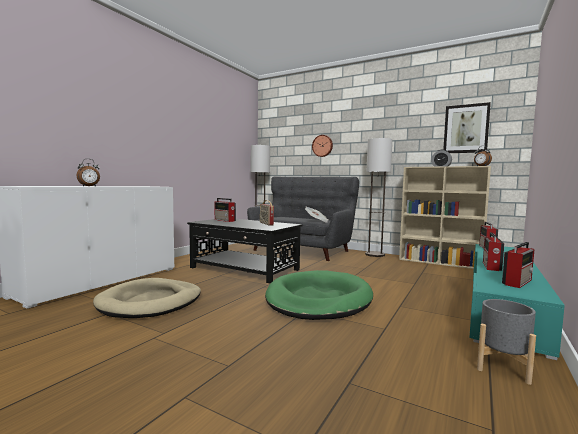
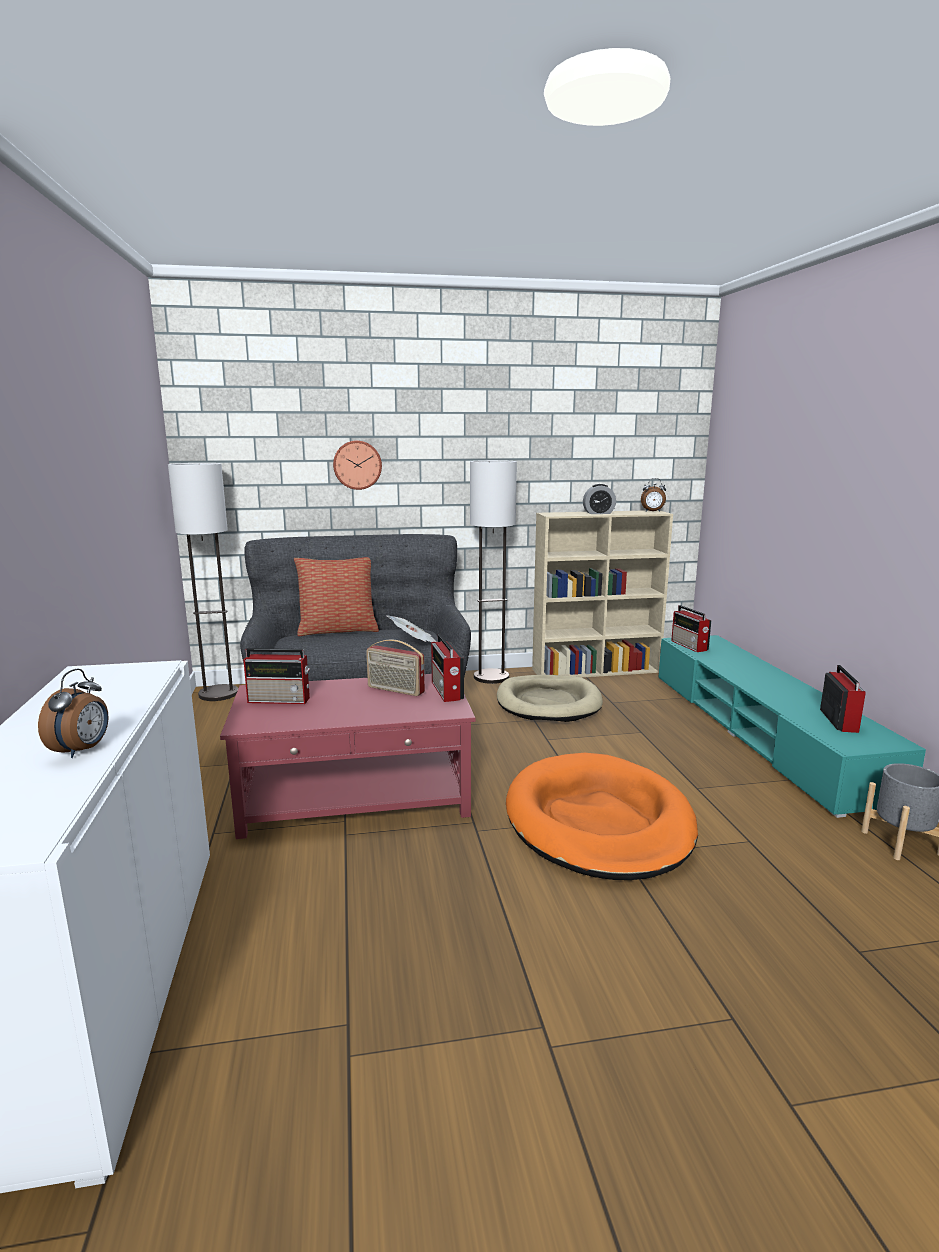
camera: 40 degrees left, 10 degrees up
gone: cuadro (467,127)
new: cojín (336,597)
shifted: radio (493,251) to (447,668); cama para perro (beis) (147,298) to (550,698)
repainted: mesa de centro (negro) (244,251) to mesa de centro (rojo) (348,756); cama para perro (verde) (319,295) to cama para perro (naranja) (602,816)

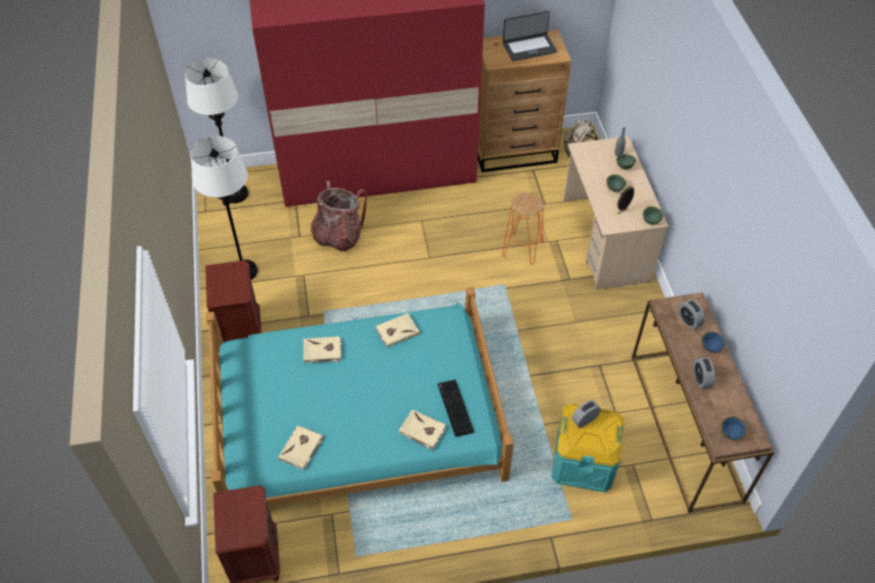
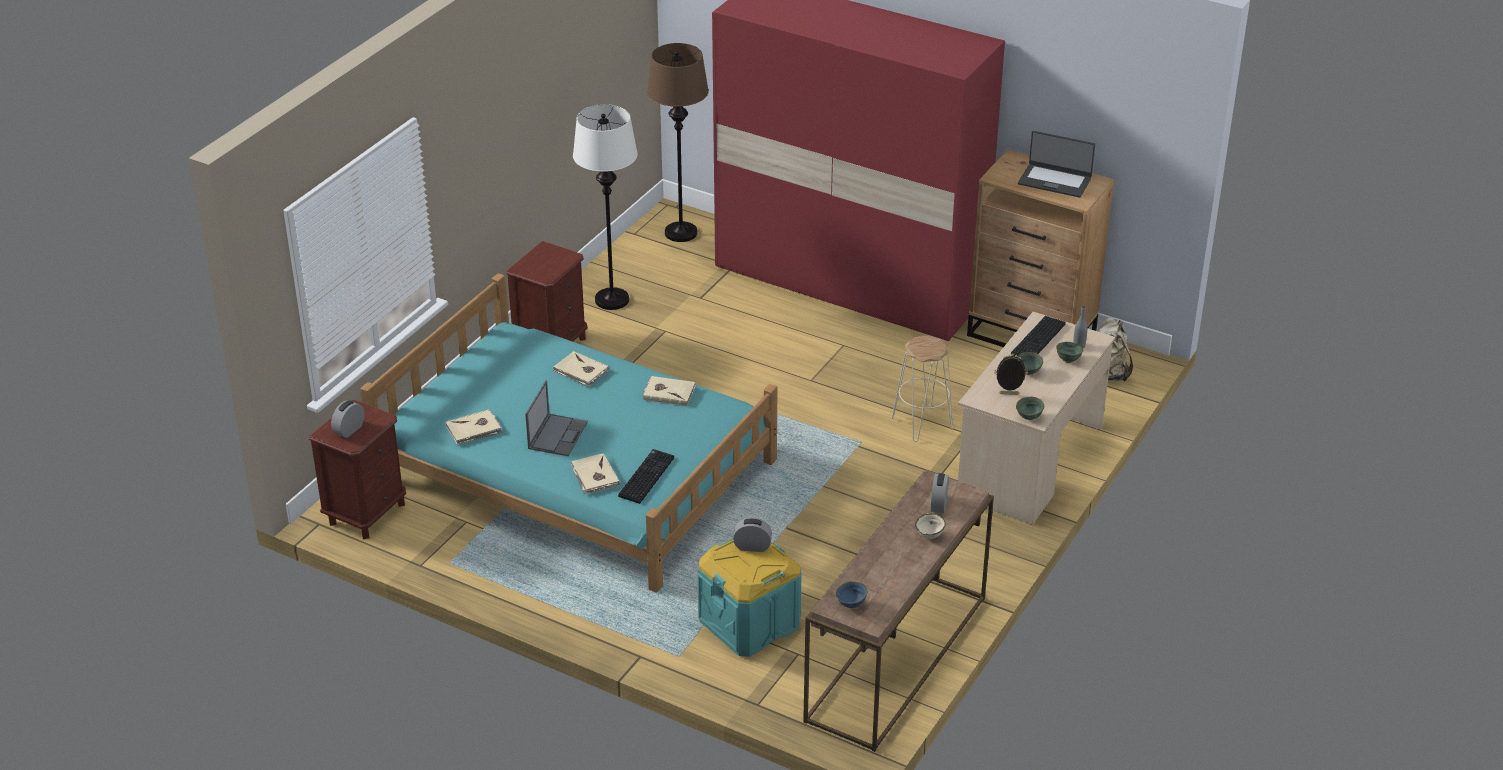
camera: 40 degrees right, 15 degrees down
gone: mochila (338,216)
new: portátil (556,418); teclado (1038,336)
shifted: despertador (704,372) to (347,419)
repainted: lámpara de pie (blanco) (216,130) to lámpara de pie (marrón) (678,142); taburete (naranja) (522,228) to taburete (beis) (922,388); cuenco (azul) (713,342) to cuenco (beis) (930,526)

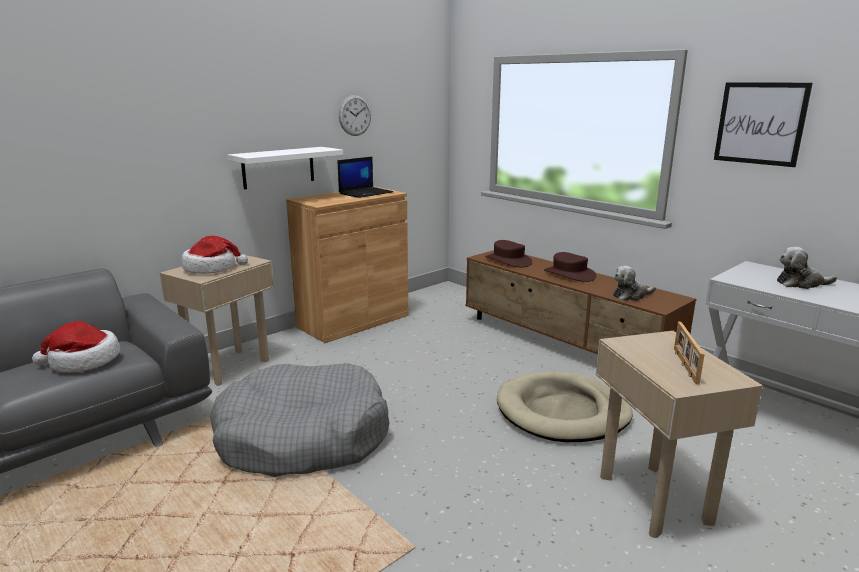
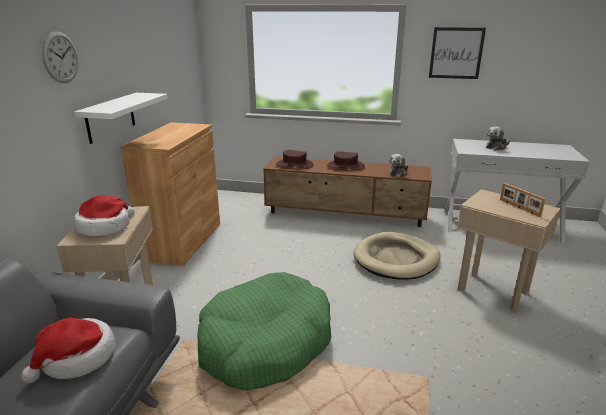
camera: 35 degrees left, 5 degrees up
gone: portátil (365,177)
shifted: reloj de pared (355,115) to (60,57)
repainted: cama para perro (gris) (299,420) to cama para perro (verde) (264,331)

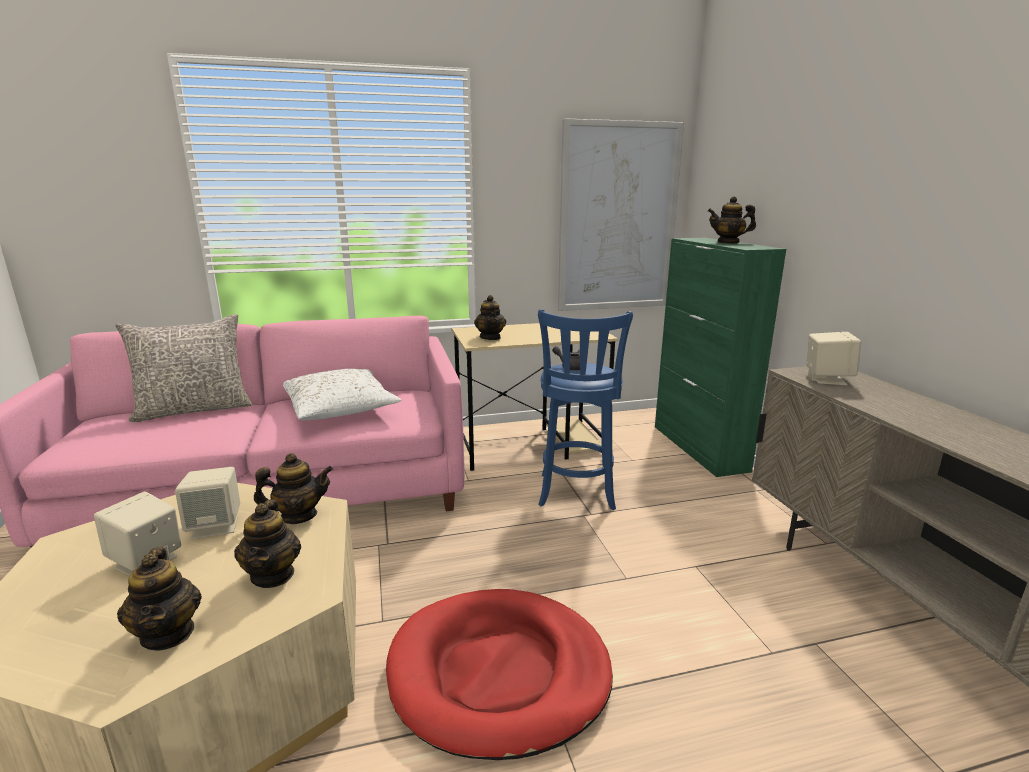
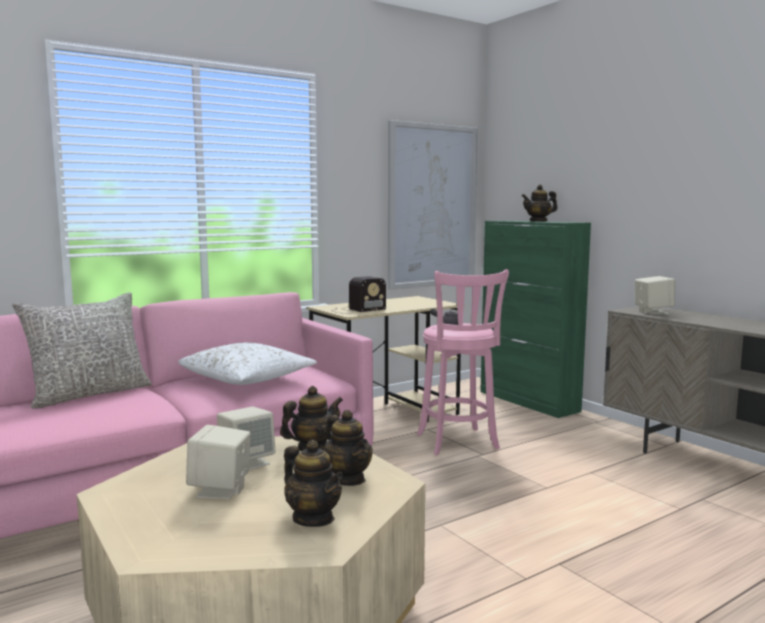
camera: 20 degrees left, 10 degrees down
gone: cama para perro (rojo) (499,674)
swapped: tetera (490,317) to radio (358,295)
repainted: taburete (azul) (585,409) to taburete (rosa) (463,362)

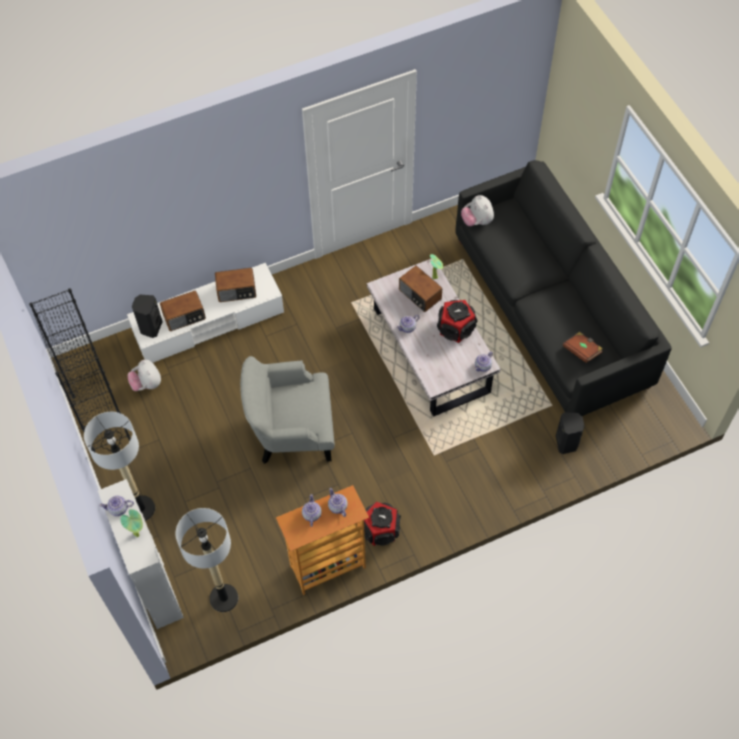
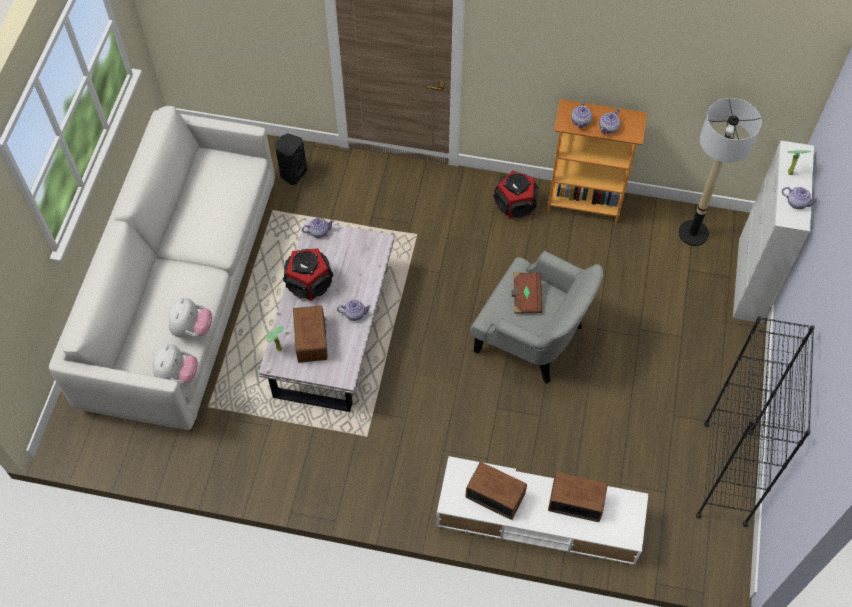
camera: 145 degrees left, 0 degrees up
gone: lámpara de pie (119,466); altavoz (negro) (147,316)
shifted: peluche (144,375) to (190,318); libro (marrón) (583,347) to (527,293)
repainted: sofá (negro) (564,288) to sofá (blanco) (162,268)

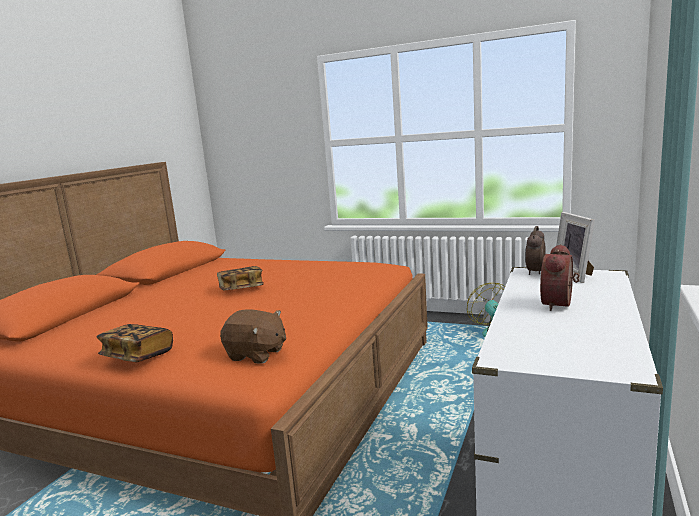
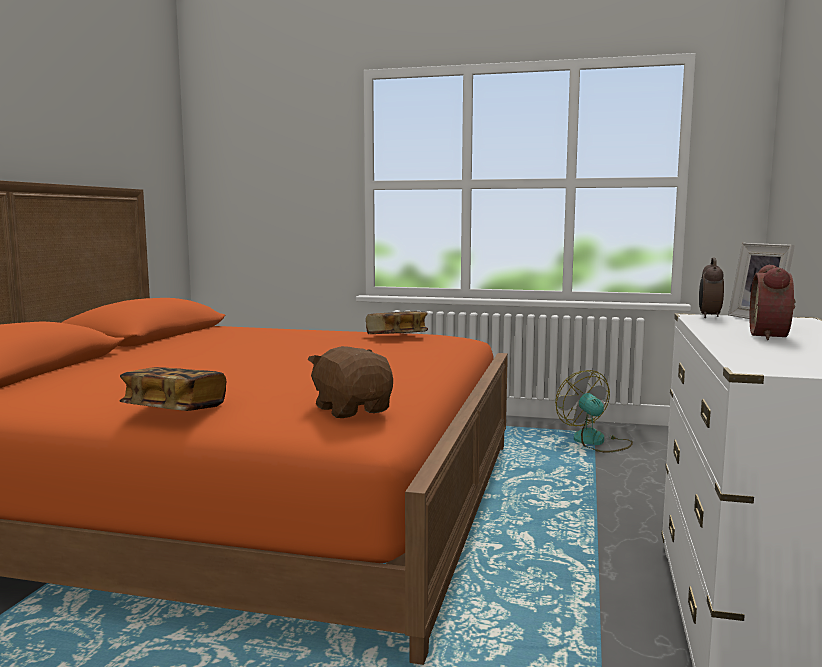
camera: 10 degrees left, 5 degrees down
shifted: libro (240,278) to (397,322)
rotated: peluche (marrón) (253,336) = (350,382) 135 degrees counterclockwise

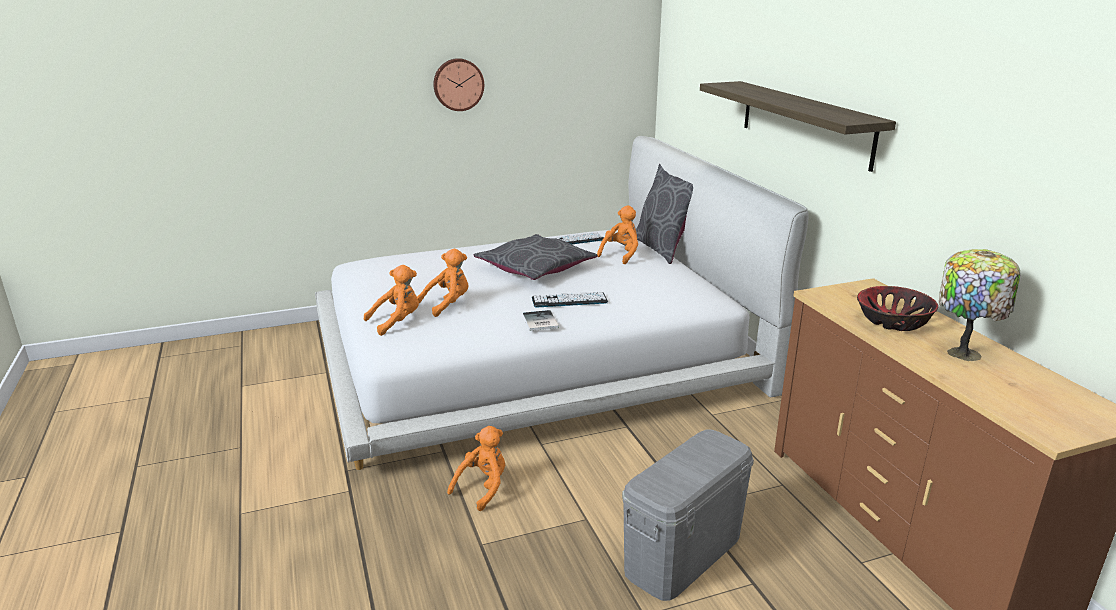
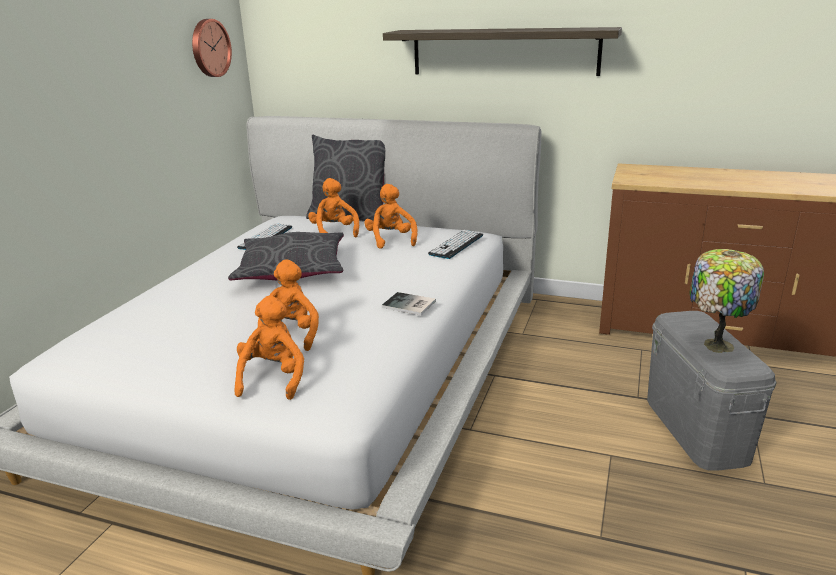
camera: 50 degrees left, 0 degrees up
gone: cuenco (897,308)
shifted: reloj de pared (458,84) to (212,48); peluche (naranja) (476,468) to (390,216); teclado (570,300) to (455,244); lámpara de mesa (979,305) to (726,301)

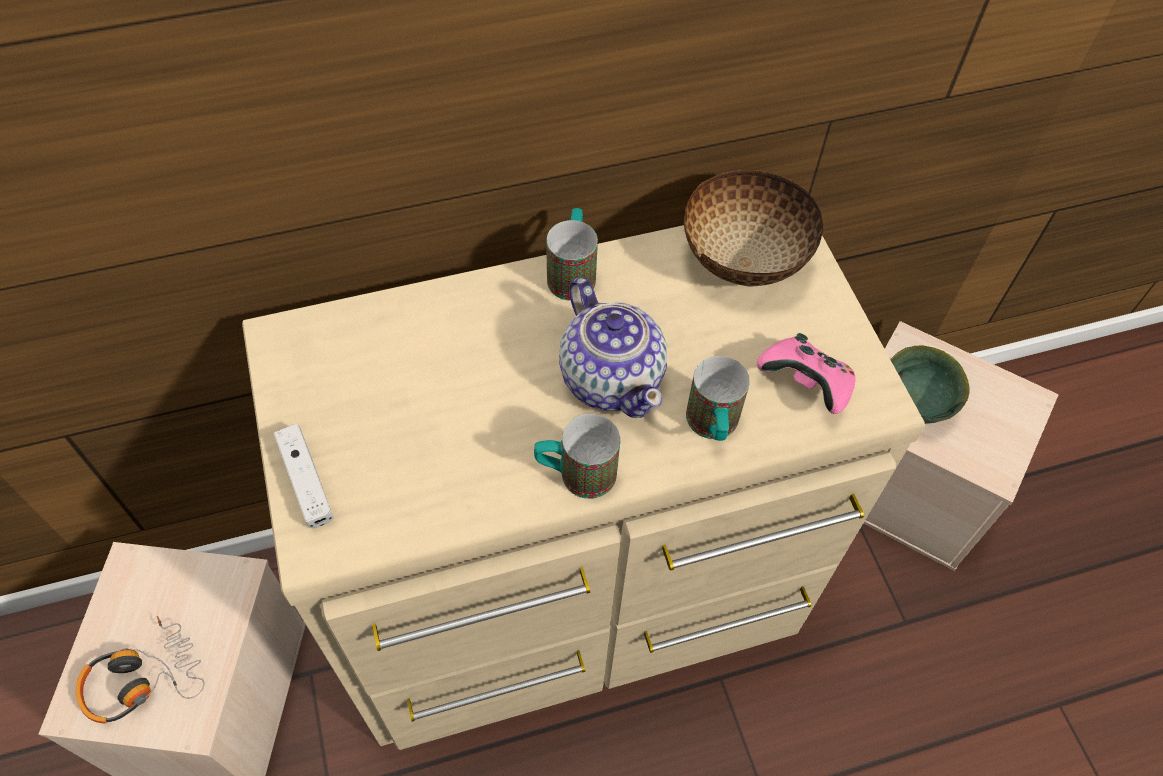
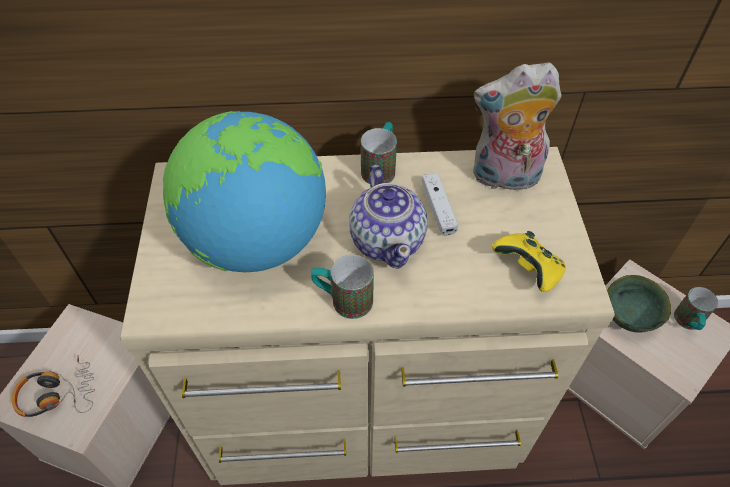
camera: 15 degrees right, 5 degrees down
new: globo terráqueo (244,191)
shifted: mando de consola (blanco) (304,476) to (440,204); taza grande (718,398) to (696,308)
swapped: cuenco (753,228) to peluche (517,126)
repainted: mando de consola (rosa) (806,373) to mando de consola (amarillo) (529,261)

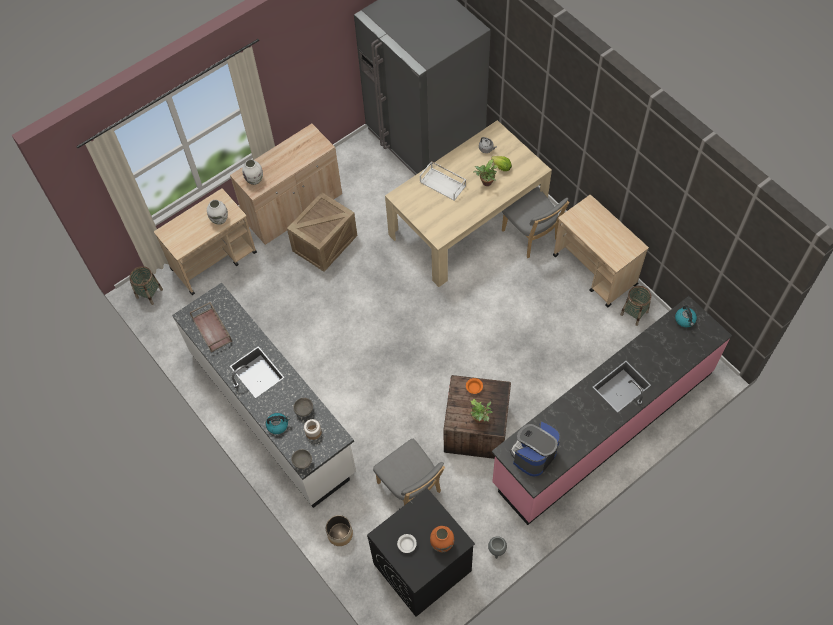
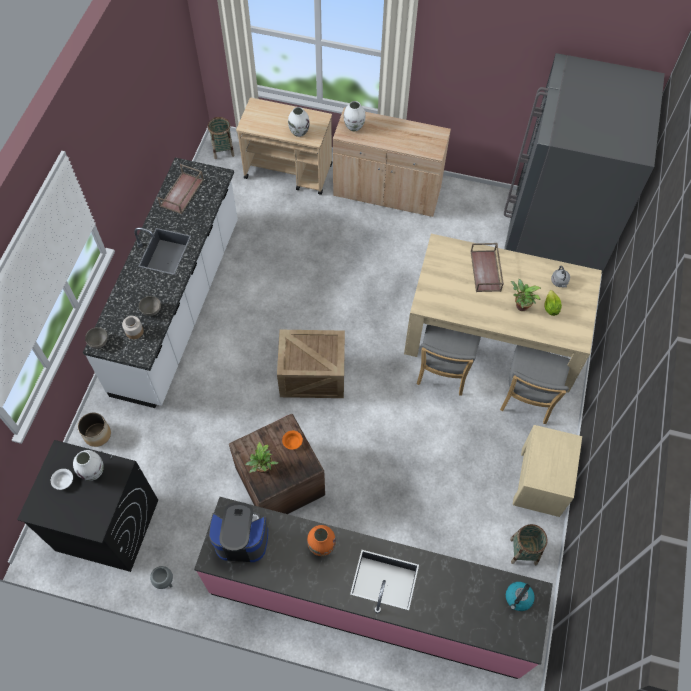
camera: 50 degrees right, 0 degrees up
gone: hervidor (278,423)
new: florero (blanco) (88,465)
shifted: caja de embalaje (322,232) to (311,364); florero (naranja) (442,539) to (321,540); silla (gris) (409,472) to (449,360)
swapped: carrito (beis) (601,251) to mesita de noche (beis) (547,471)
repainted: bandeja (blanco) (443,181) to bandeja (marrón) (487,267)

